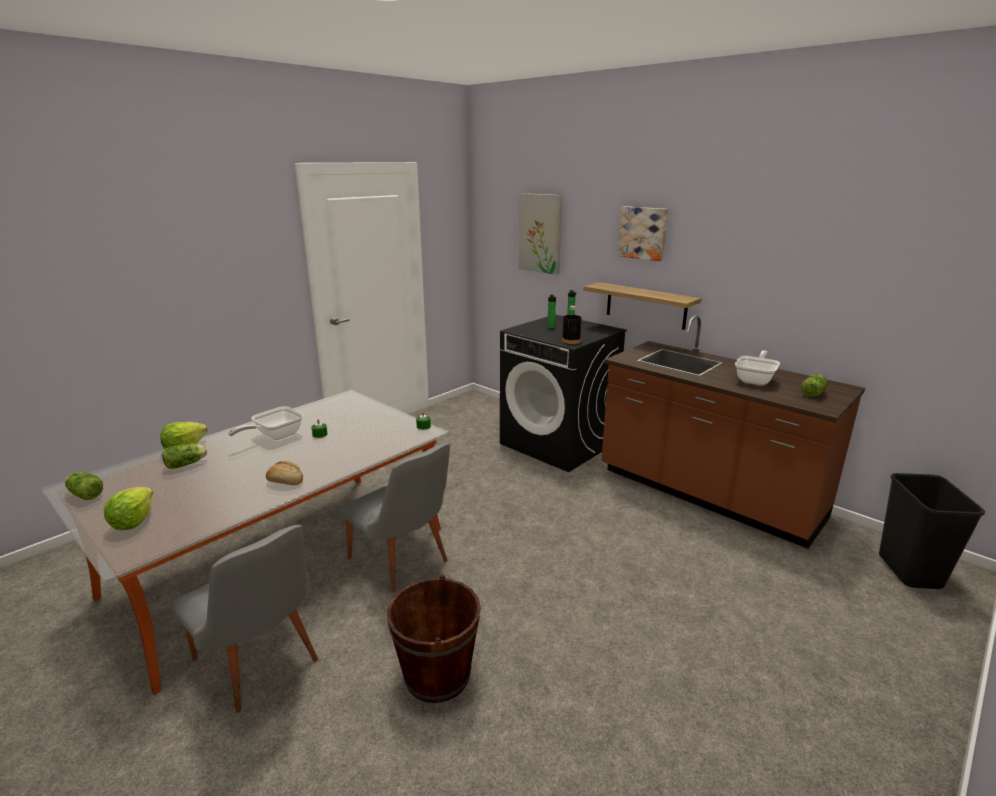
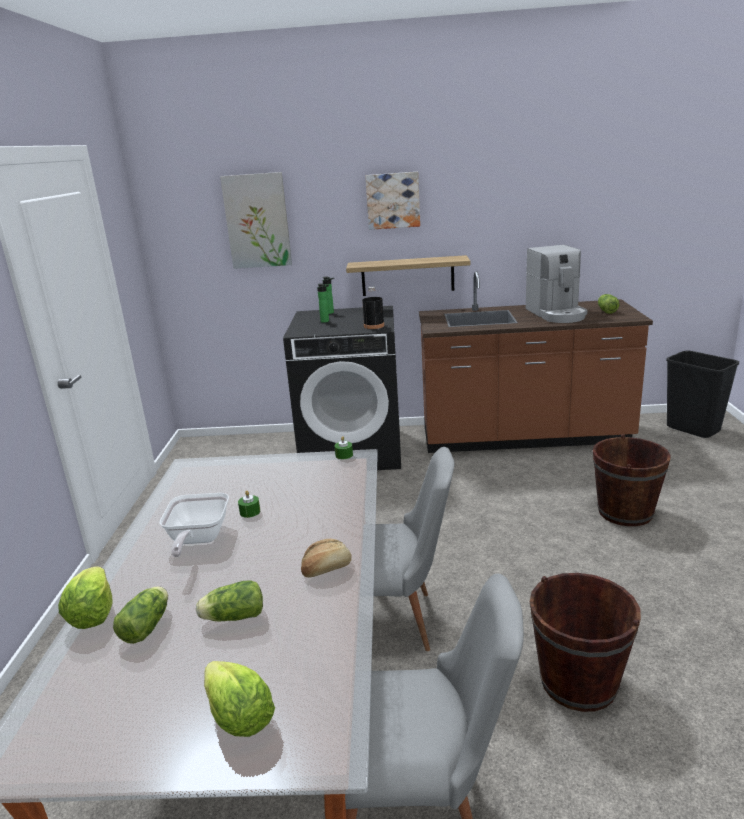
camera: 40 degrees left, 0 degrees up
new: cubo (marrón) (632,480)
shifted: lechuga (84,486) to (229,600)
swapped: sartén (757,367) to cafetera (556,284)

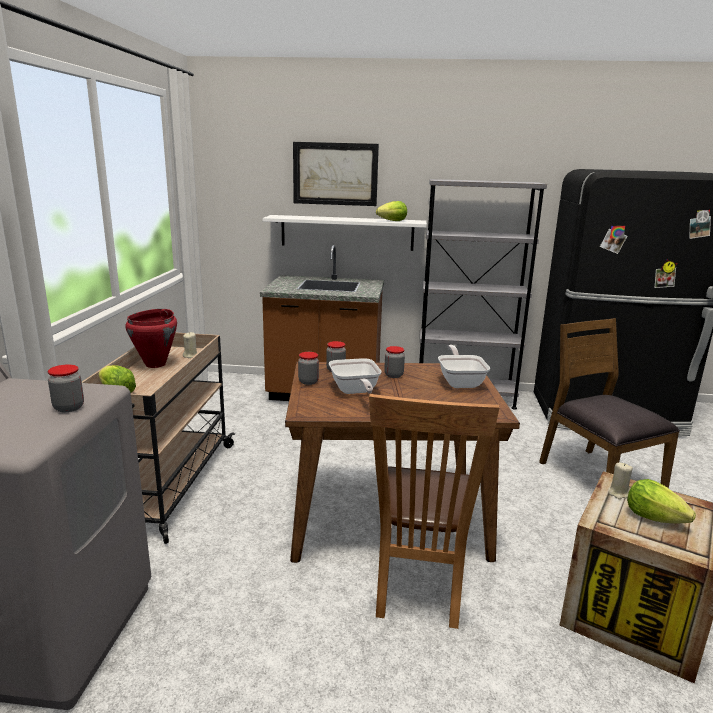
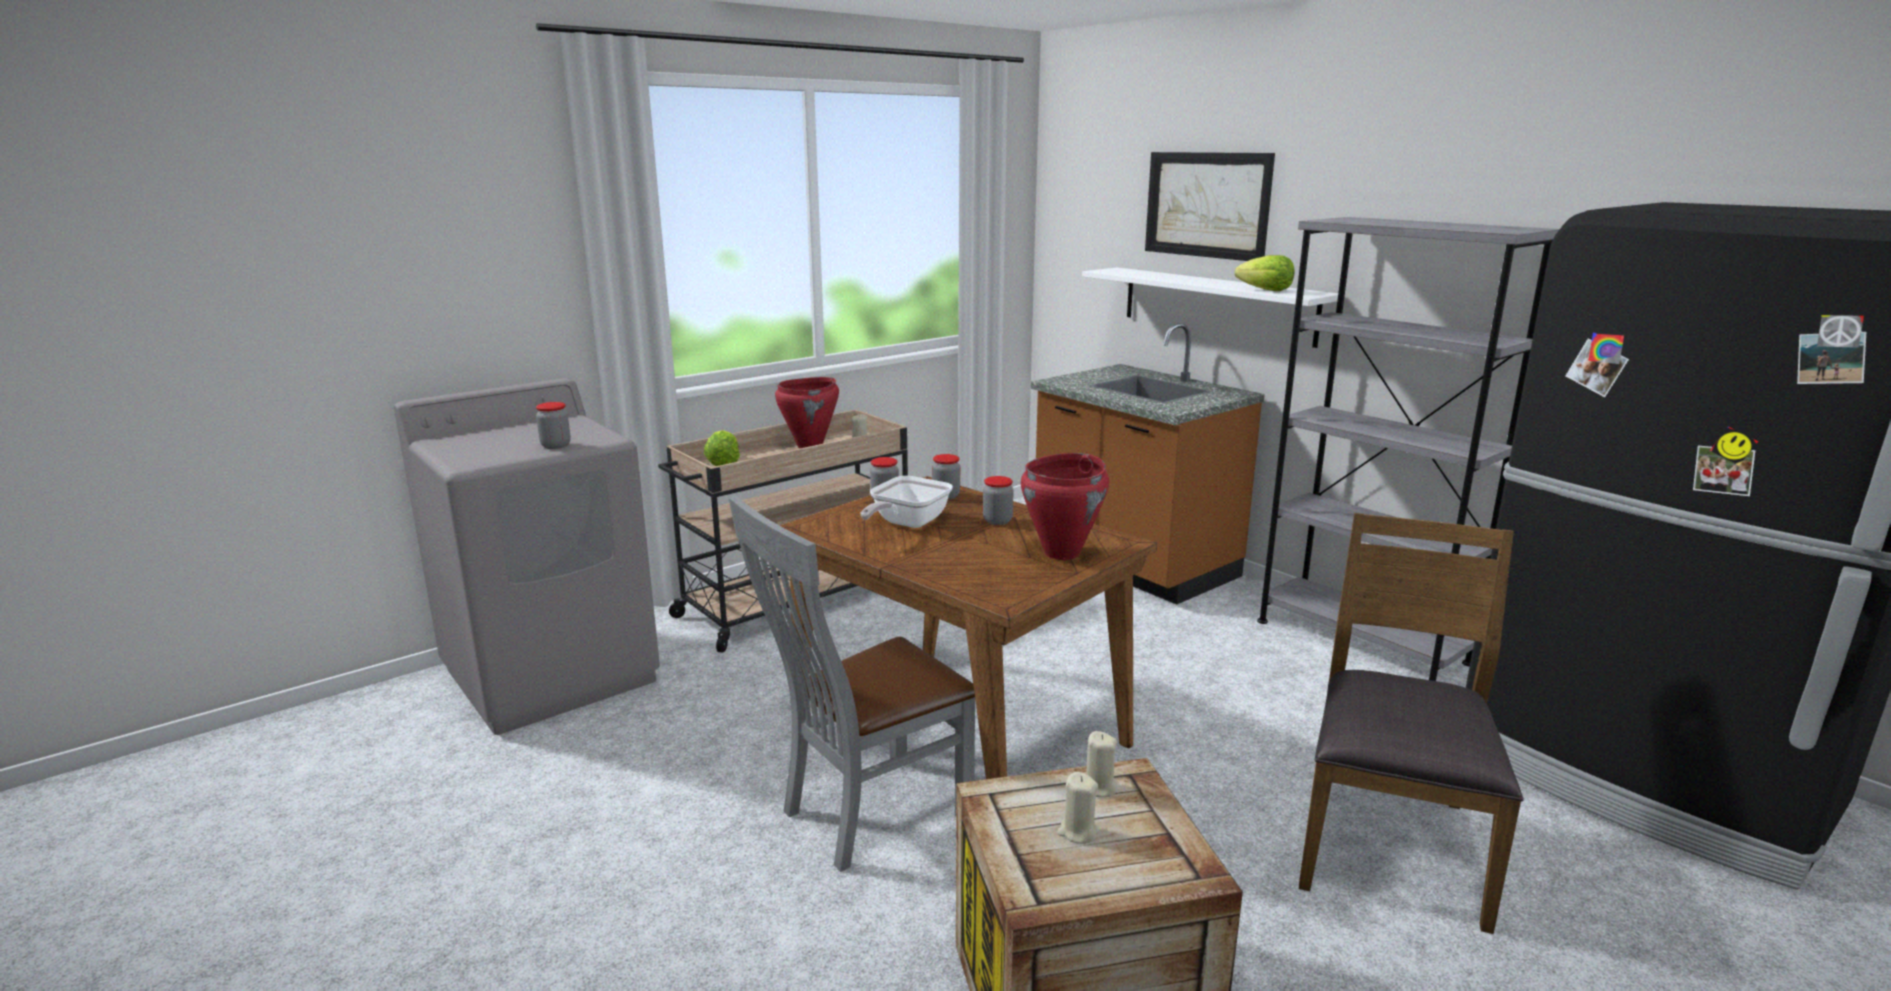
camera: 45 degrees right, 0 degrees up
swapped: sartén (464,366) to olla (rojo) (1065,506); lechuga (661,501) to vela (beis) (1078,808)
repainted: silla (marrón) (434,511) to silla (gris) (851,683)

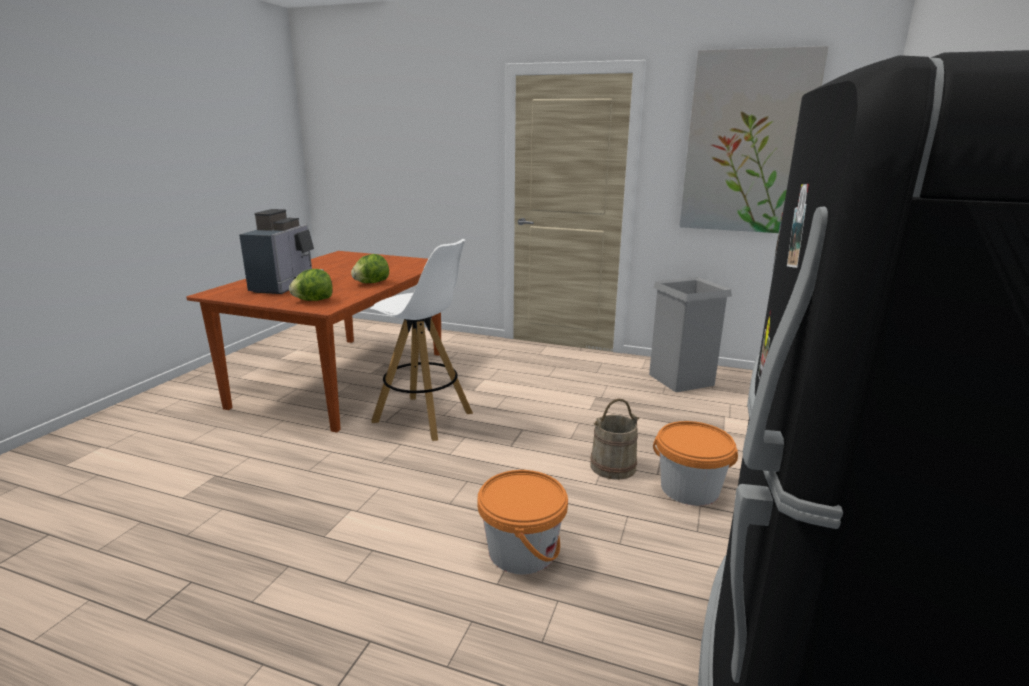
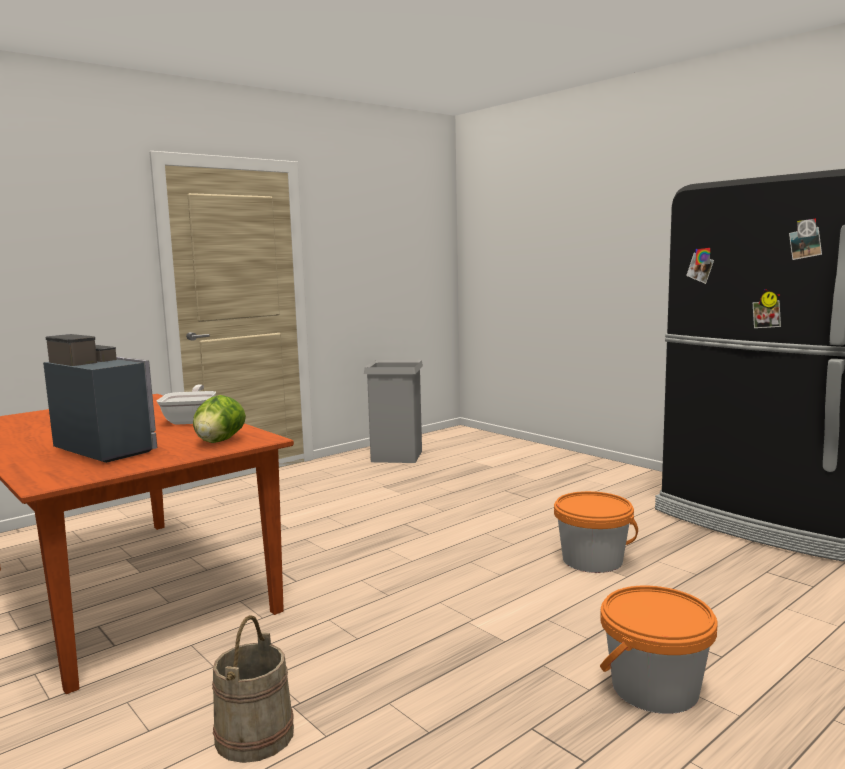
camera: 60 degrees left, 10 degrees down
gone: taburete (blanco) (421,340); cuadro (754,139)
shifted: cubo (beis) (615,439) to (253,689); cubo (naranja) (695,463) to (658,650)
swapped: lechuga (370,268) to sartén (186,405)

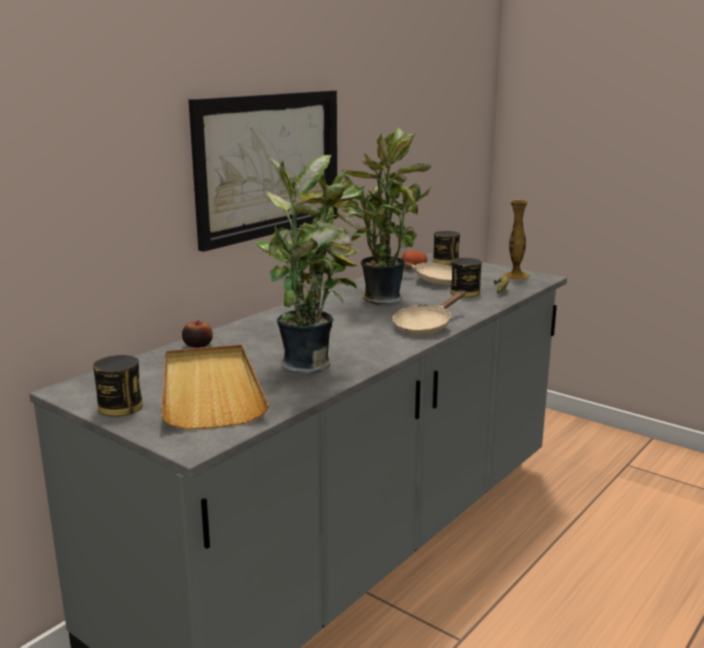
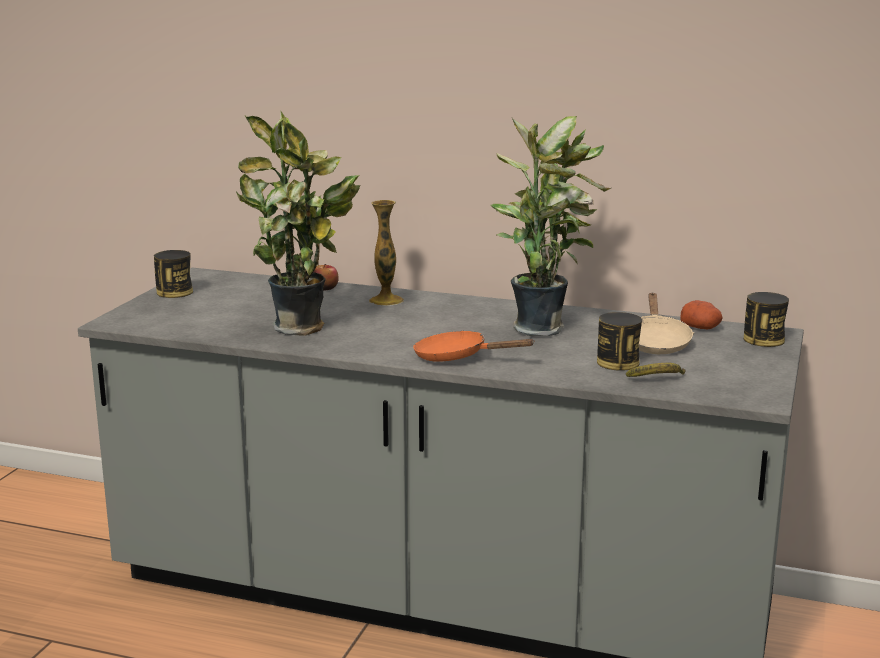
camera: 70 degrees right, 0 degrees up
gone: bandeja (beis) (215,387); cuadro (263,171)
shifted: florero (516,239) to (386,253)
repainted: sartén (beis) (429,313) to sartén (naranja) (474,346)

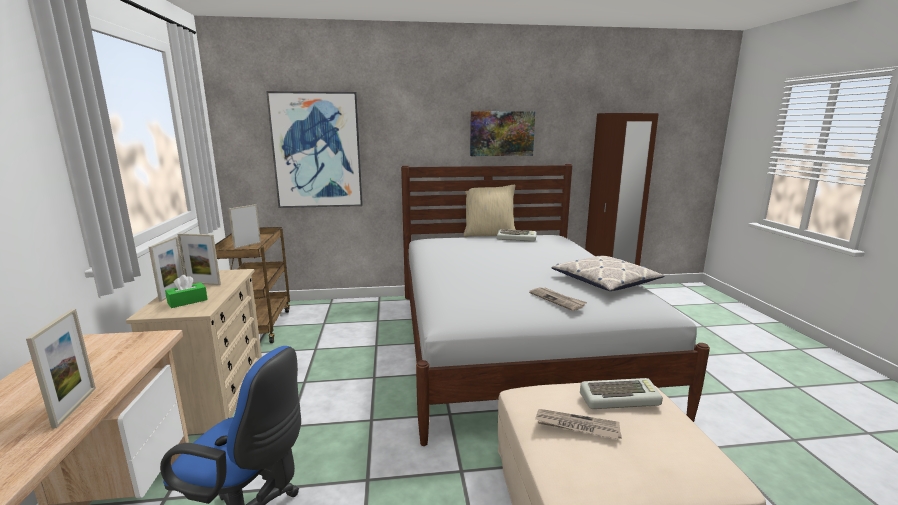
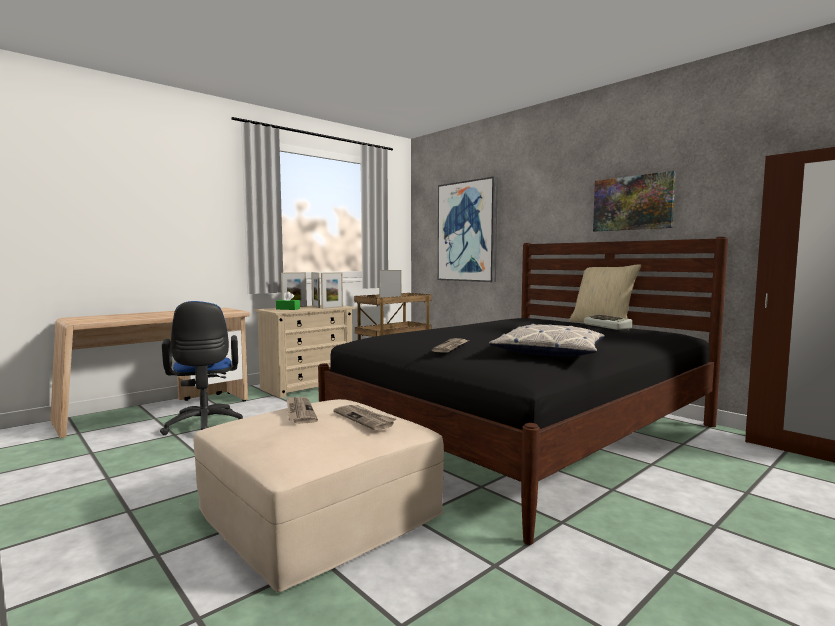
camera: 55 degrees right, 10 degrees down
shifted: portarretratos (61,369) to (332,290)
swapped: teclado (621,393) to periódico (364,418)
repainted: cama (blanco) (555,305) to cama (negro) (523,391)

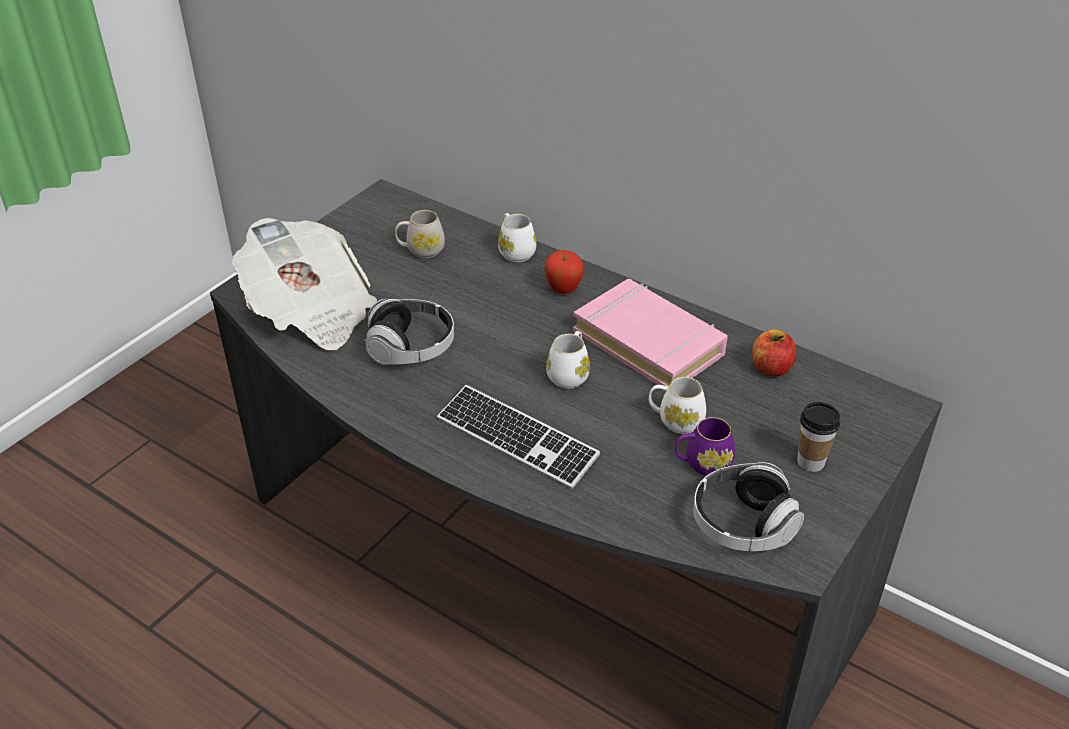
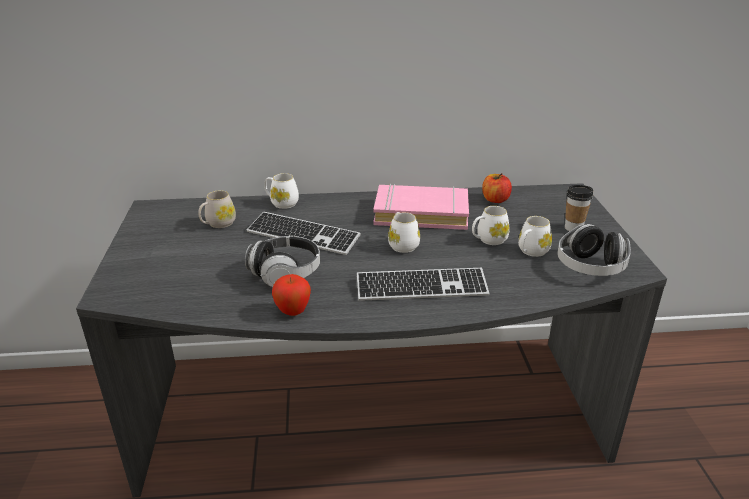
camera: 40 degrees left, 10 degrees down
gone: periódico (304,284)
new: teclado (304,233)
shifted: manzana (564,272) to (291,295)
repainted: taza grande (morado) (705,446) to taza grande (blanco) (535,236)

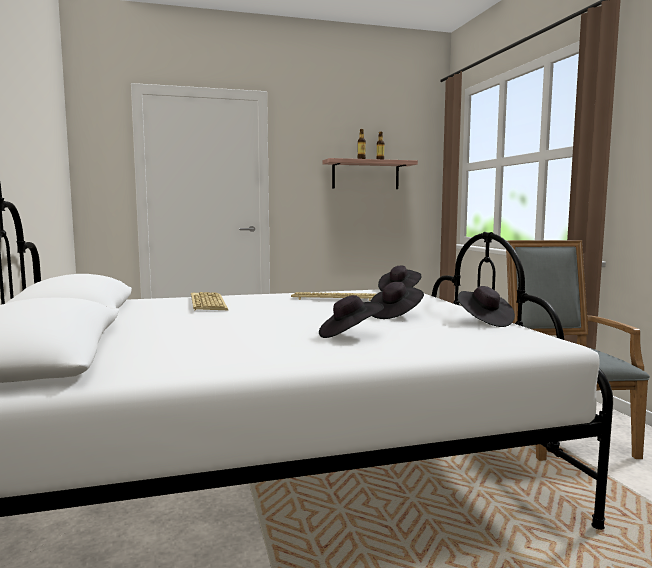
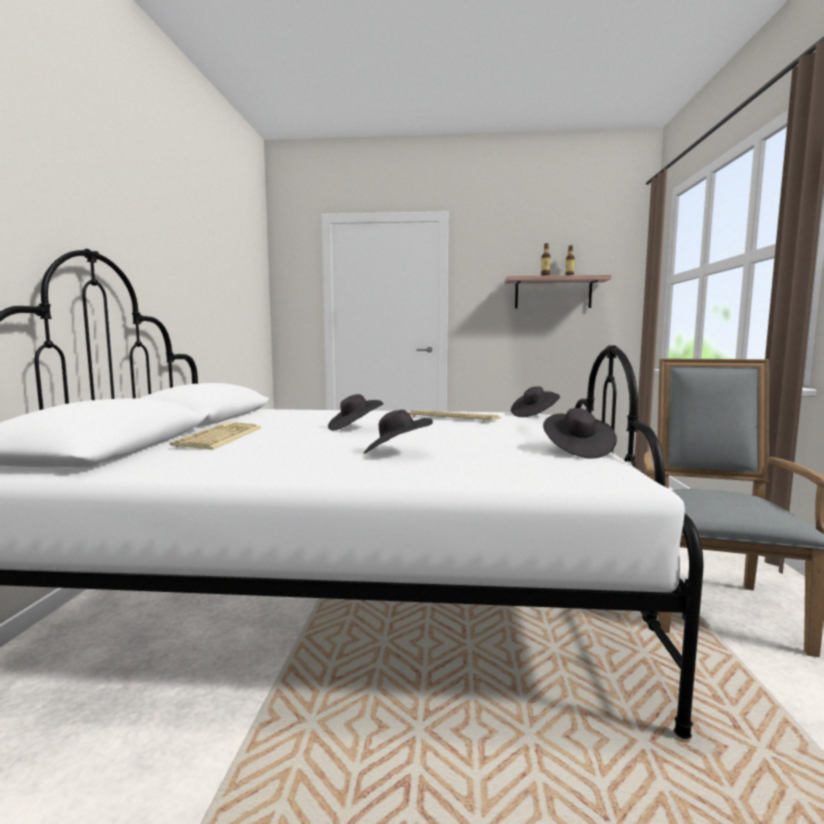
camera: 20 degrees right, 0 degrees up
shifted: teclado (209,301) to (215,436); sombrero (negro) (397,300) to (355,412)

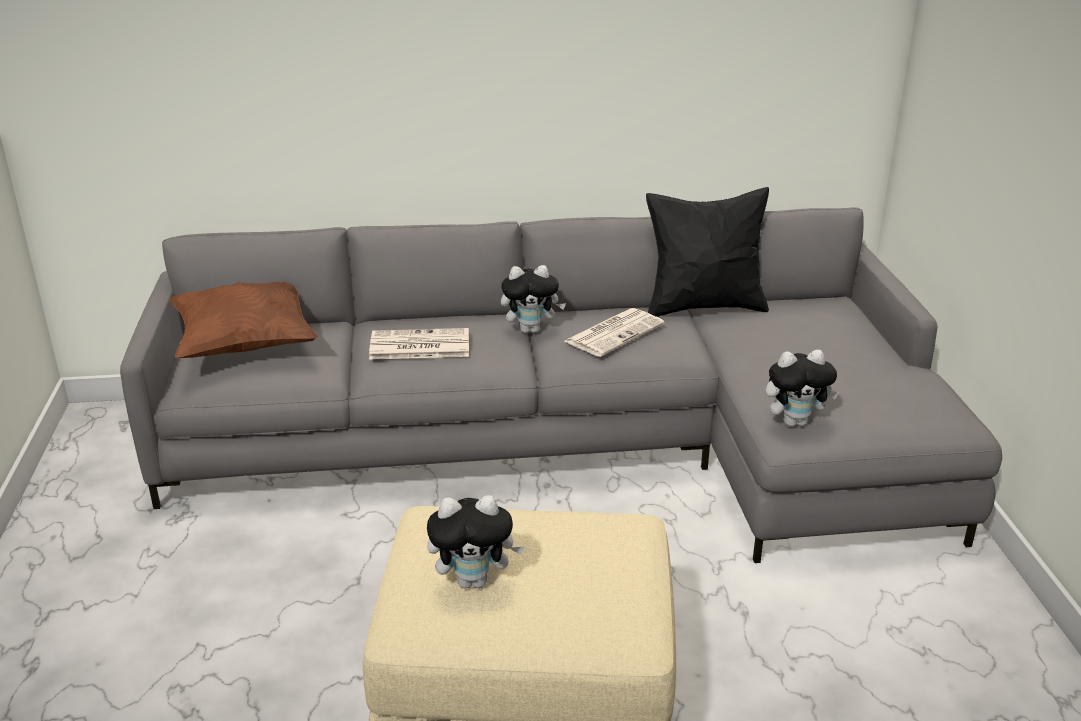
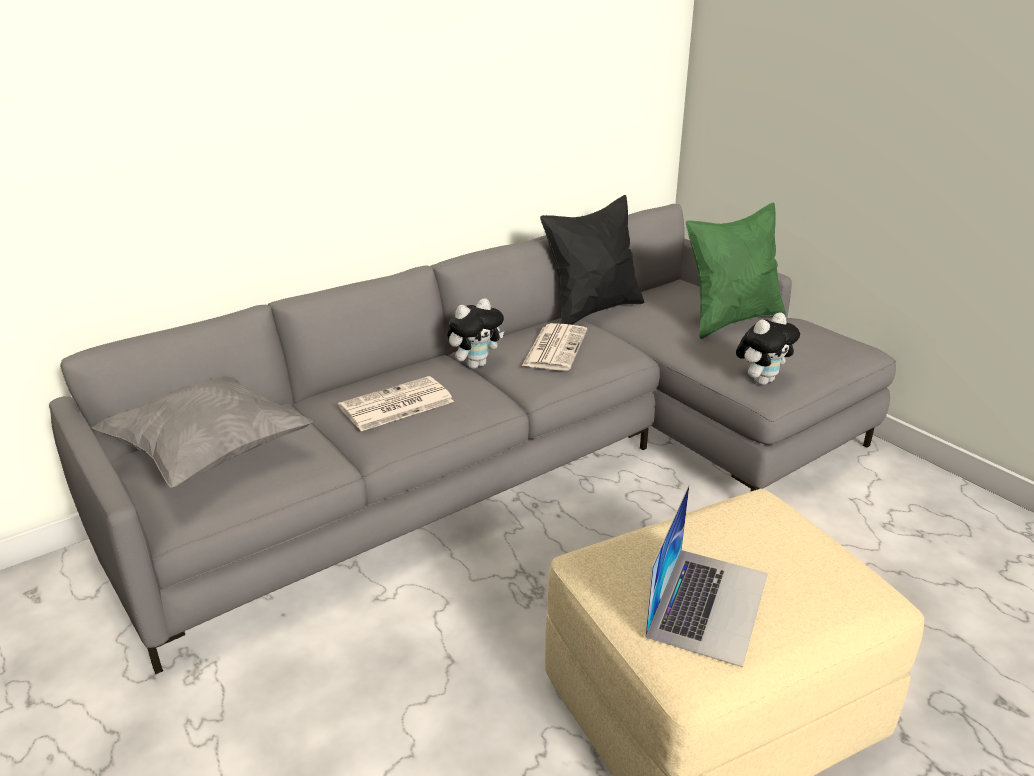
camera: 30 degrees left, 0 degrees up
new: cojín (verde) (736,270)
swapped: peluche (476,541) to portátil (706,576)
repainted: cojín (marrón) (243,320) to cojín (gris) (202,431)

